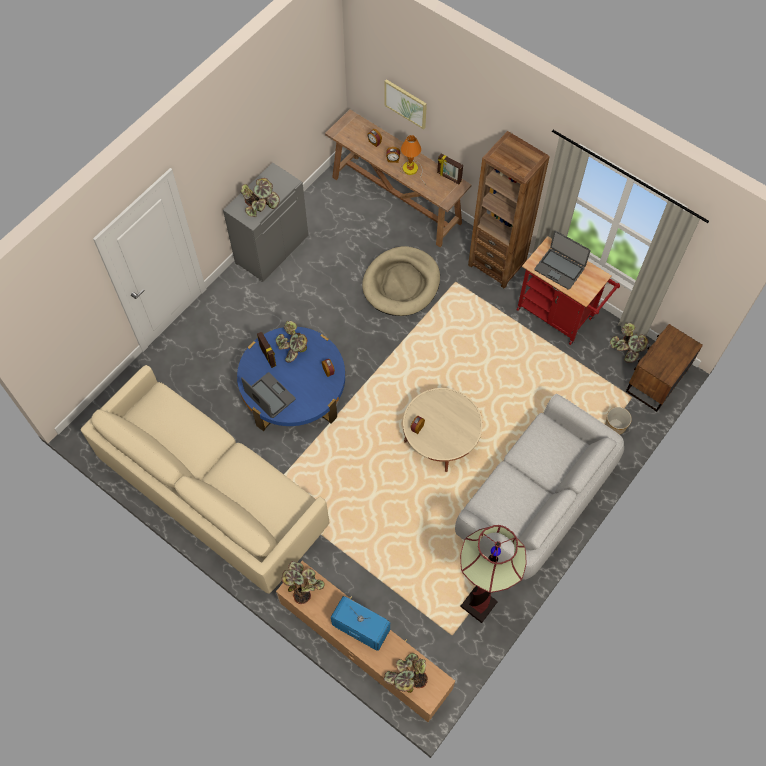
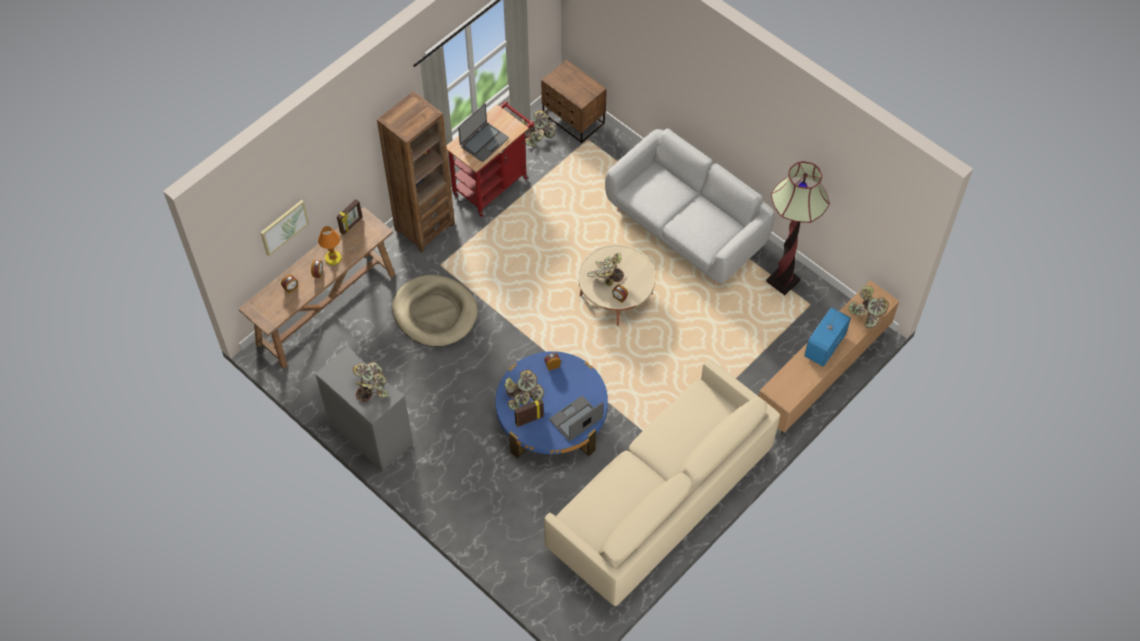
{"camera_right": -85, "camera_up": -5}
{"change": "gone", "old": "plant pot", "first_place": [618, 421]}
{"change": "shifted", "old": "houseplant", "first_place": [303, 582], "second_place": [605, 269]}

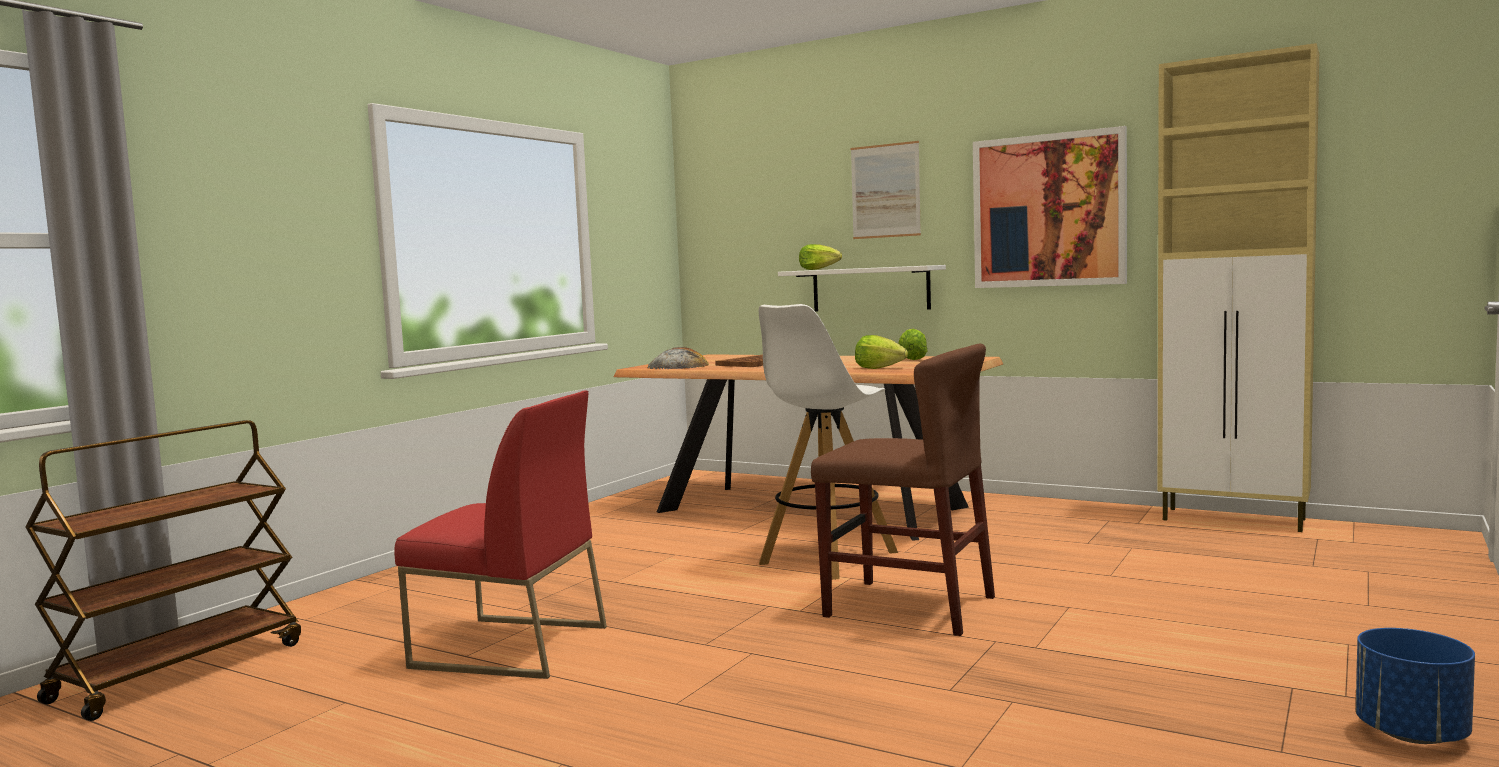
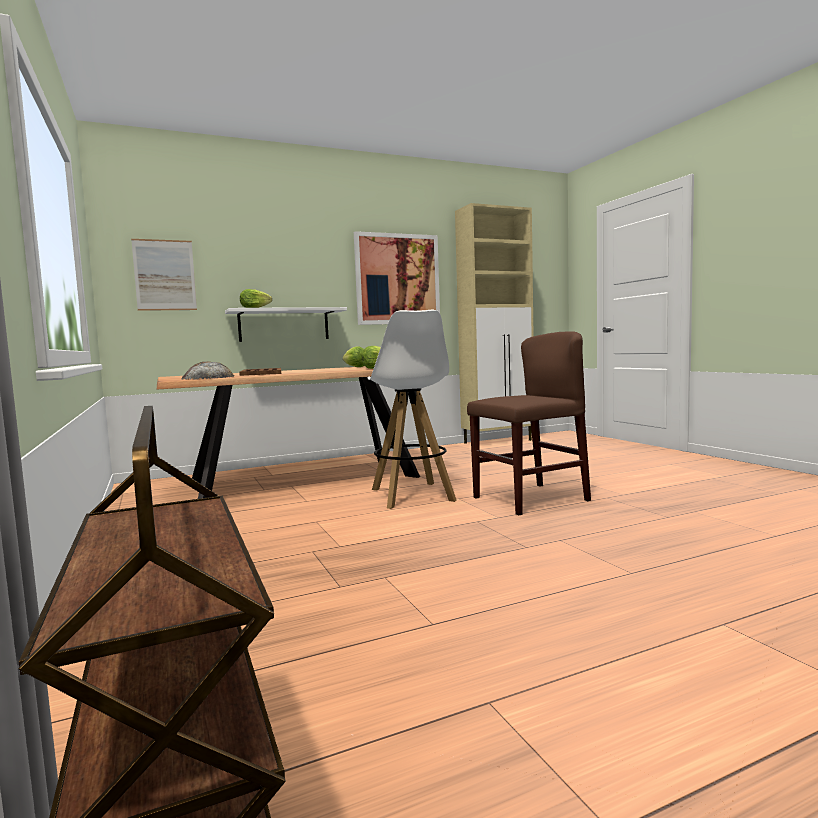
{"camera_right": -55, "camera_up": 0}
{"change": "gone", "old": "red-coloured chair", "first_place": [500, 534]}
{"change": "gone", "old": "bluish plant pot", "first_place": [1415, 686]}
{"change": "shifted", "old": "wall picture", "first_place": [886, 190], "second_place": [164, 275]}

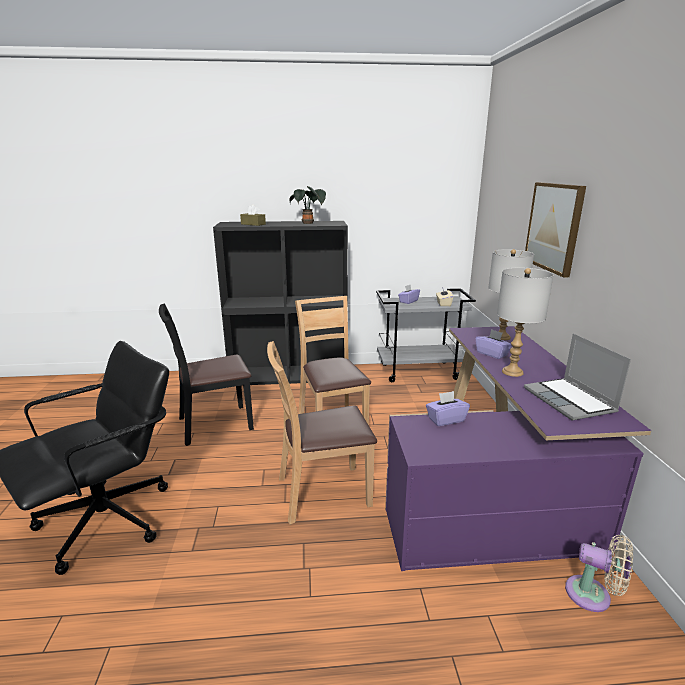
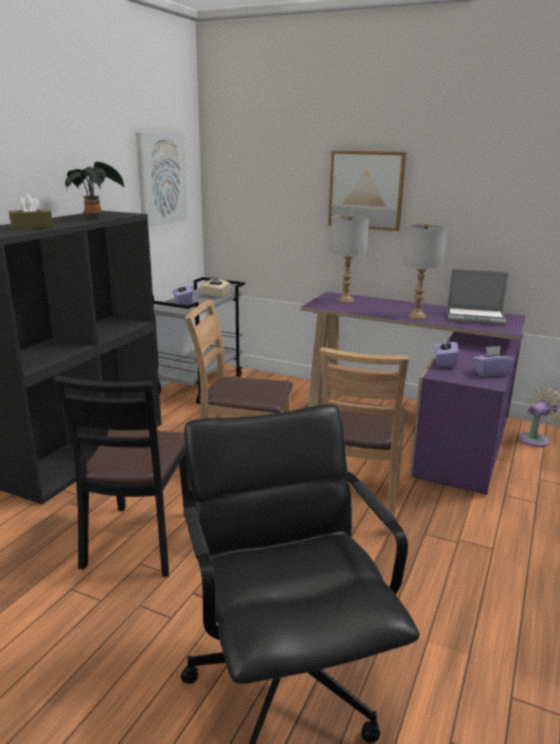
{"camera_right": -60, "camera_up": 0}
{"change": "new", "new": "wall picture", "second_place": [162, 180]}
{"change": "shifted", "old": "purple tissue holder", "first_place": [494, 344], "second_place": [493, 361]}

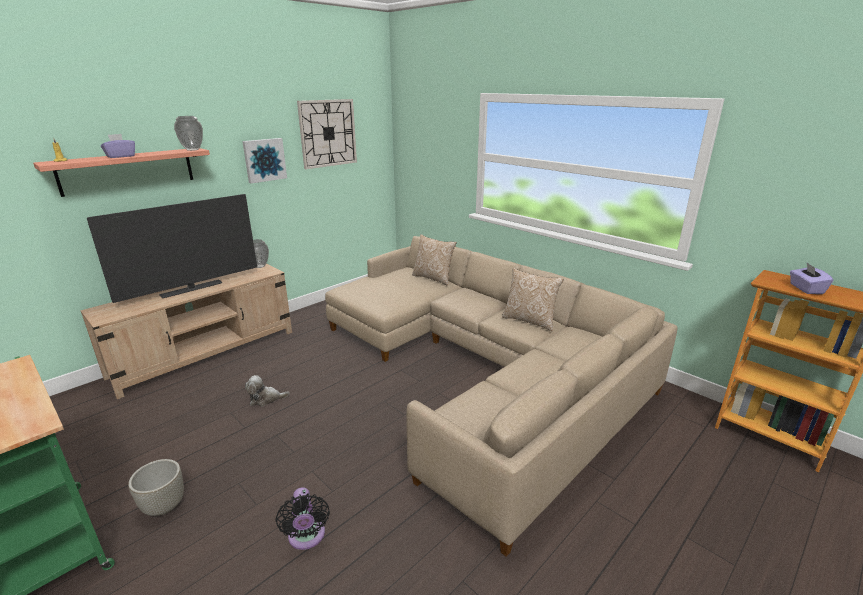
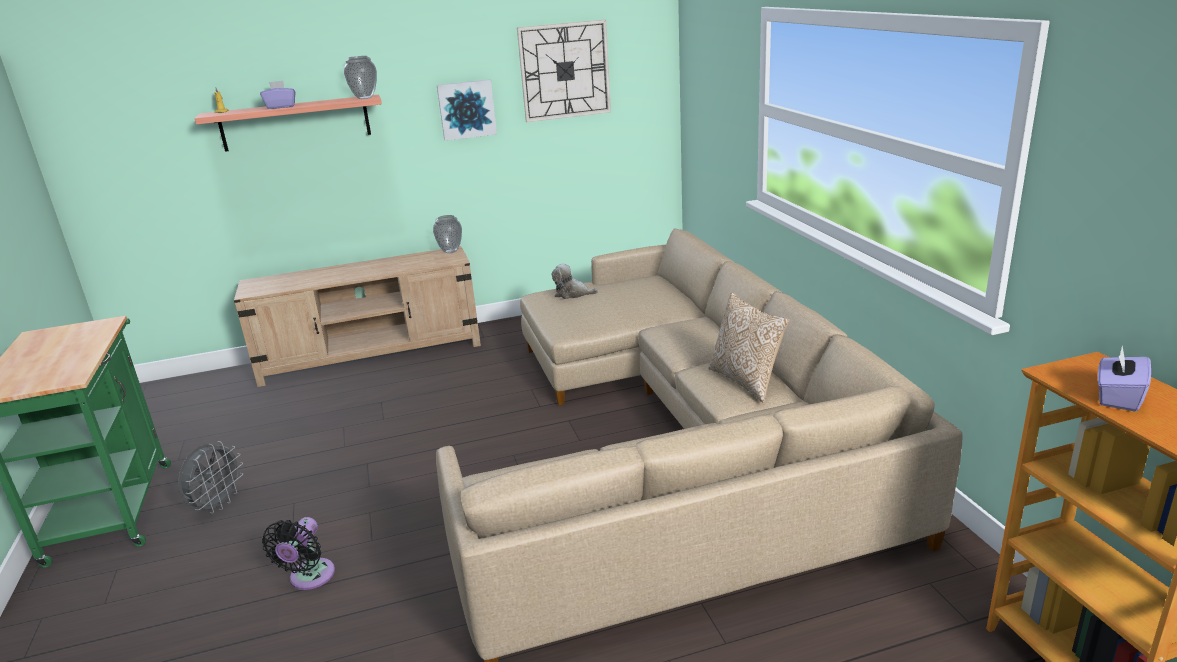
{"camera_right": 30, "camera_up": 0}
{"change": "gone", "old": "TV set", "first_place": [172, 248]}
{"change": "gone", "old": "throw pillow", "first_place": [434, 260]}
{"change": "shifted", "old": "cuddly toy", "first_place": [267, 391], "second_place": [575, 281]}
{"change": "swapped", "old": "greyish plant pot", "new": "greyish fan", "first_place": [156, 487], "second_place": [210, 477]}

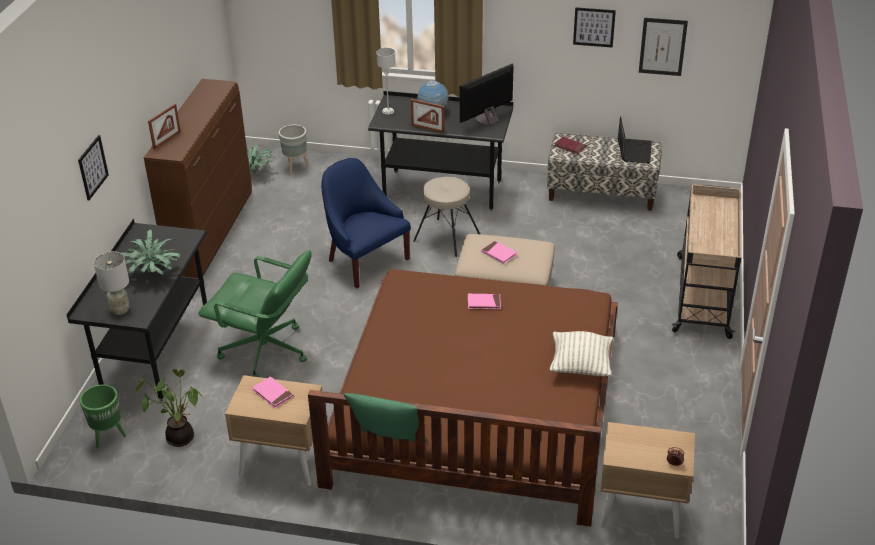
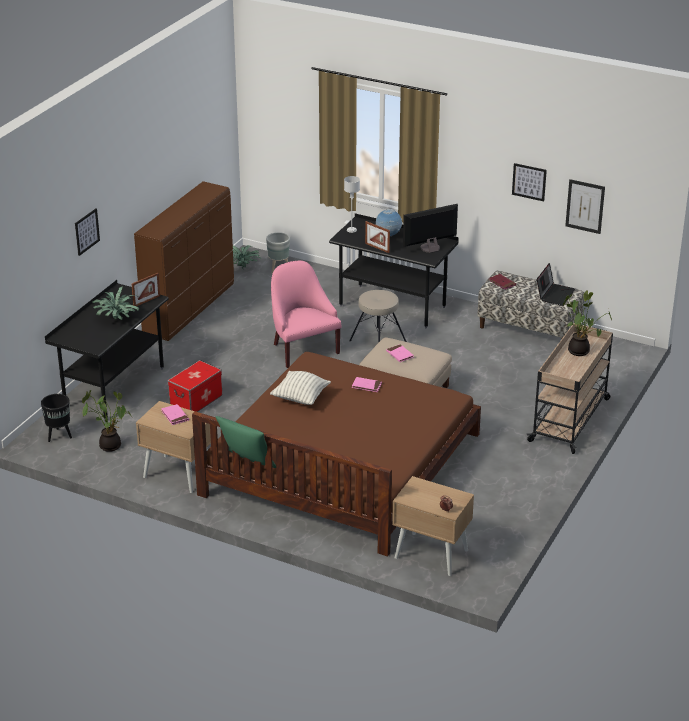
{"camera_right": 15, "camera_up": -5}
{"change": "gone", "old": "greyish lamp for a table", "first_place": [111, 283]}
{"change": "new", "new": "houseplant", "second_place": [587, 323]}
{"change": "shifted", "old": "standing frame", "first_place": [164, 126], "second_place": [146, 289]}
{"change": "shifted", "old": "throw pillow", "first_place": [581, 353], "second_place": [300, 388]}
{"change": "swapped", "old": "green desk chair", "new": "storage box", "first_place": [255, 313], "second_place": [195, 386]}
{"change": "repainted", "old": "green plant pot", "new": "black-coloured plant pot", "first_place": [102, 416], "second_place": [56, 418]}
{"change": "repainted", "old": "bluish armchair", "new": "pink-coloured armchair", "first_place": [366, 223], "second_place": [306, 314]}

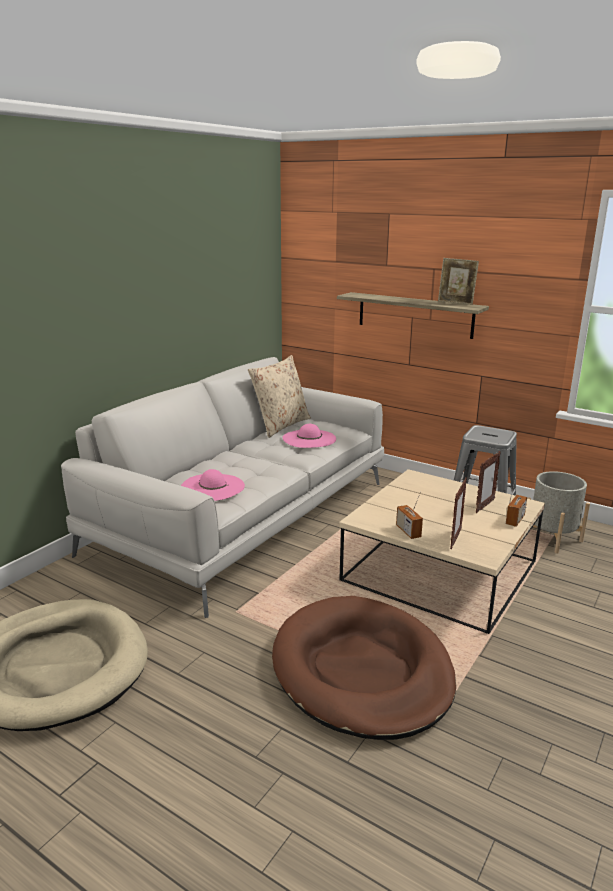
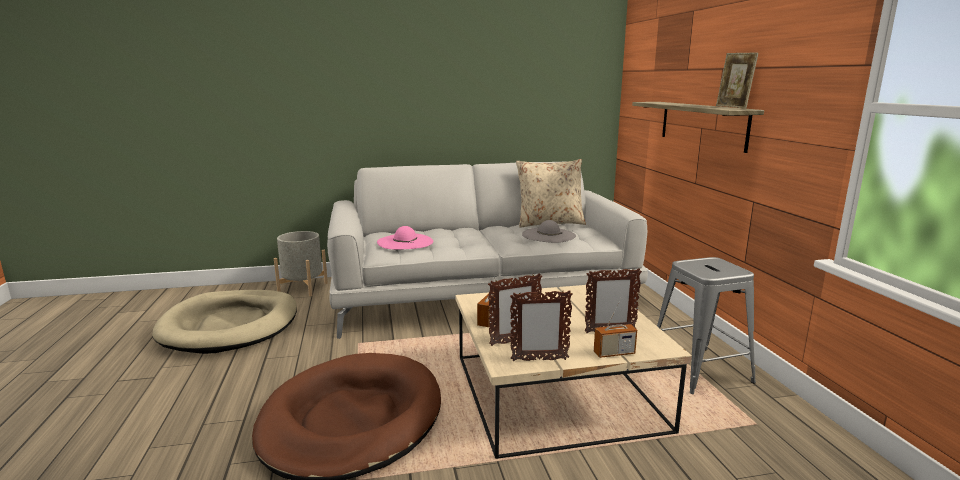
{"camera_right": 45, "camera_up": -5}
{"change": "new", "new": "standing frame", "second_place": [541, 325]}
{"change": "shifted", "old": "greyish plant pot", "first_place": [558, 512], "second_place": [301, 263]}
{"change": "repainted", "old": "pink-coloured hat", "new": "greyish hat", "first_place": [309, 436], "second_place": [549, 231]}

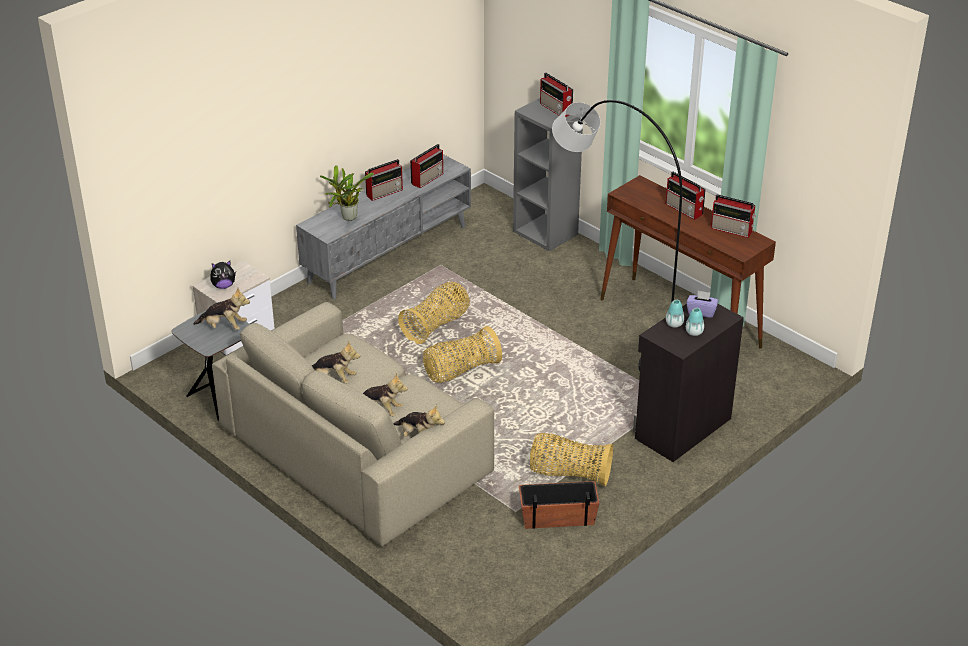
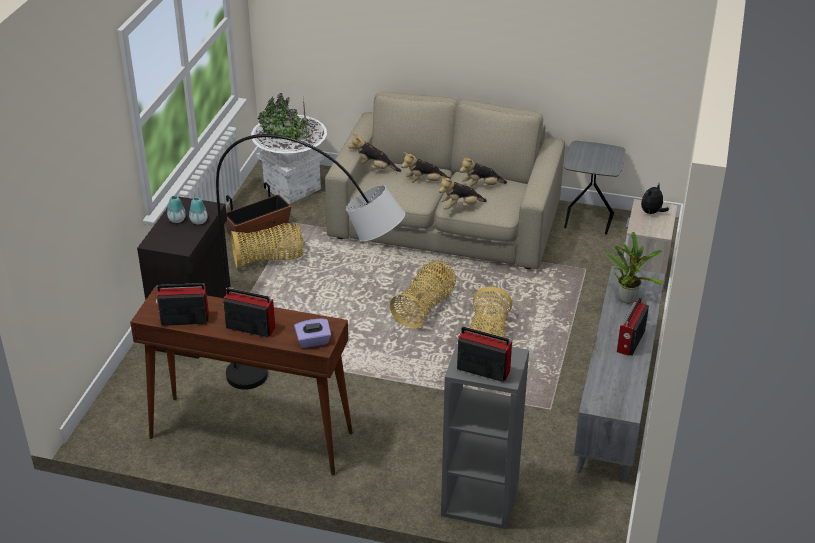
{"camera_right": 150, "camera_up": 0}
{"change": "gone", "old": "radio receiver", "first_place": [426, 166]}
{"change": "new", "new": "white-coloured plant pot", "second_place": [289, 148]}
{"change": "shifted", "old": "cuddly toy", "first_place": [221, 309], "second_place": [463, 193]}
{"change": "shifted", "old": "purple tissue holder", "first_place": [702, 304], "second_place": [312, 333]}

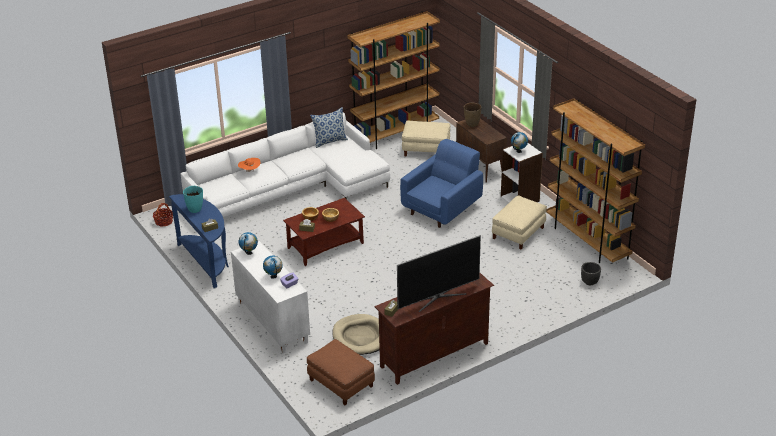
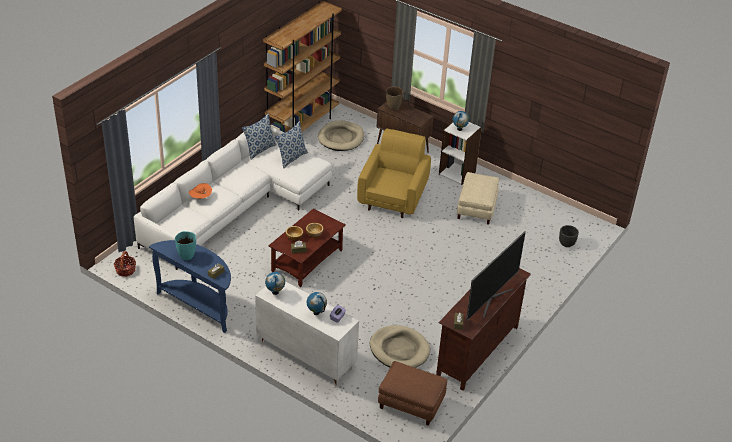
{"camera_right": -25, "camera_up": 5}
{"change": "gone", "old": "brown-coloured bookcase", "first_place": [595, 180]}
{"change": "new", "new": "throw pillow", "second_place": [291, 144]}
{"change": "swapped", "old": "sand-coloured pouffe", "new": "sand-coloured dog bed", "first_place": [426, 138], "second_place": [341, 136]}
{"change": "repainted", "old": "bluish armchair", "new": "yellowish armchair", "first_place": [441, 183], "second_place": [394, 173]}

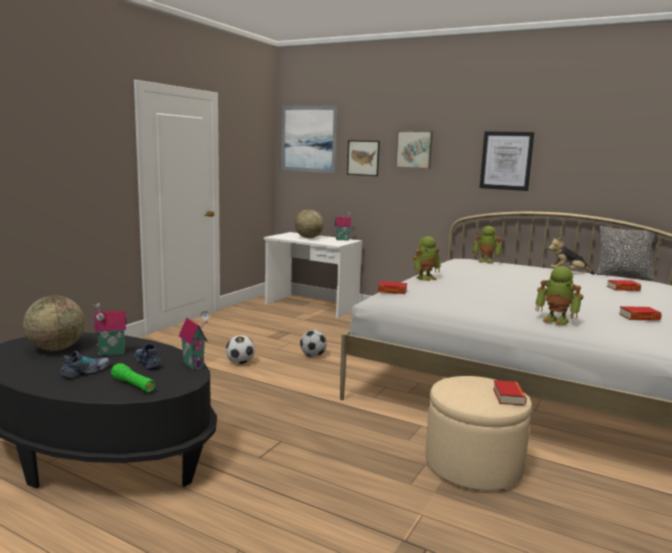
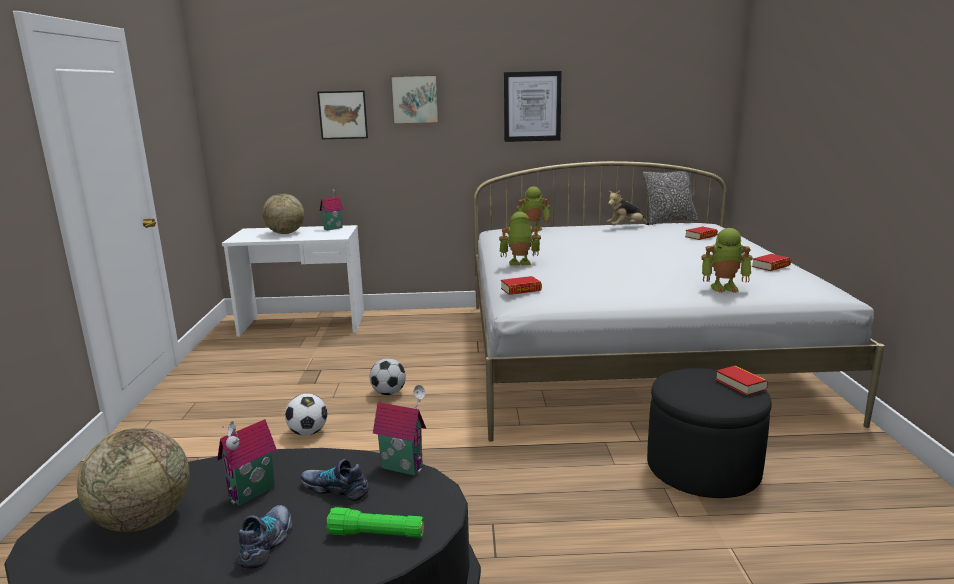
{"camera_right": -30, "camera_up": 5}
{"change": "gone", "old": "wall picture", "first_place": [309, 139]}
{"change": "repainted", "old": "sand-coloured pouffe", "new": "black-coloured pouffe", "first_place": [478, 433], "second_place": [709, 433]}
{"change": "rotated", "old": "toy robot", "first_place": [427, 258], "second_place": [520, 239], "degrees": -120}

